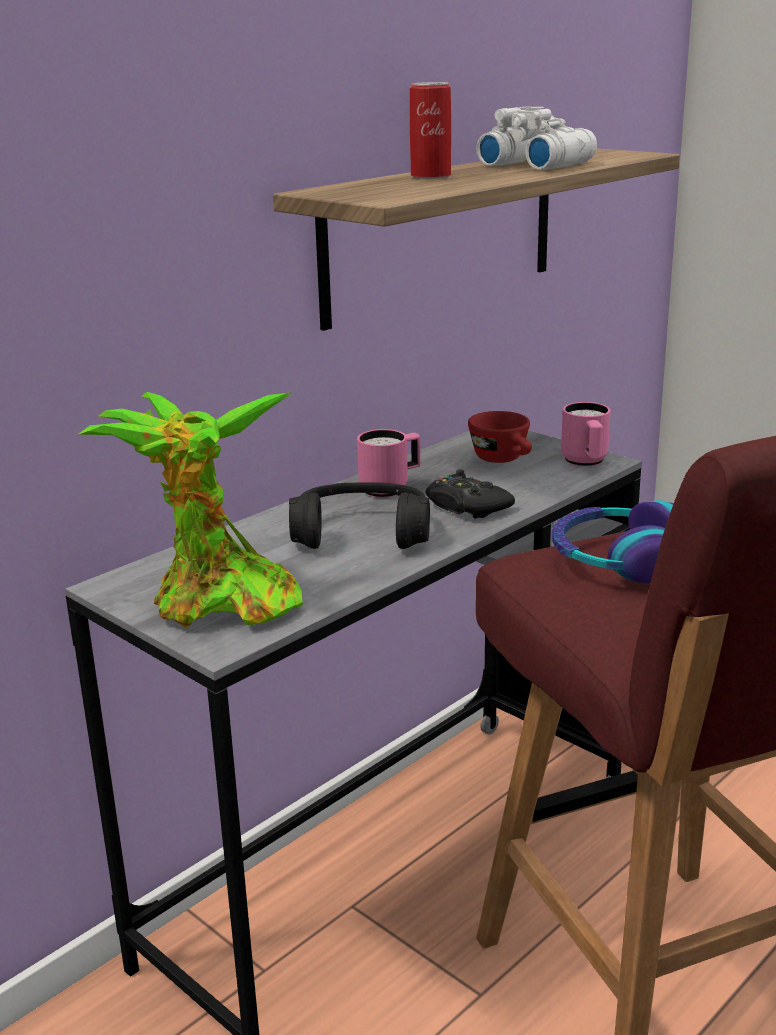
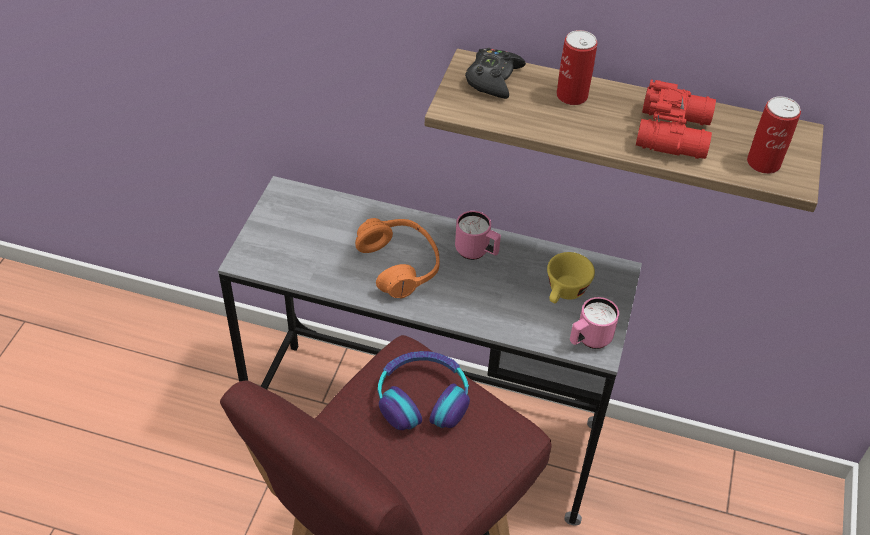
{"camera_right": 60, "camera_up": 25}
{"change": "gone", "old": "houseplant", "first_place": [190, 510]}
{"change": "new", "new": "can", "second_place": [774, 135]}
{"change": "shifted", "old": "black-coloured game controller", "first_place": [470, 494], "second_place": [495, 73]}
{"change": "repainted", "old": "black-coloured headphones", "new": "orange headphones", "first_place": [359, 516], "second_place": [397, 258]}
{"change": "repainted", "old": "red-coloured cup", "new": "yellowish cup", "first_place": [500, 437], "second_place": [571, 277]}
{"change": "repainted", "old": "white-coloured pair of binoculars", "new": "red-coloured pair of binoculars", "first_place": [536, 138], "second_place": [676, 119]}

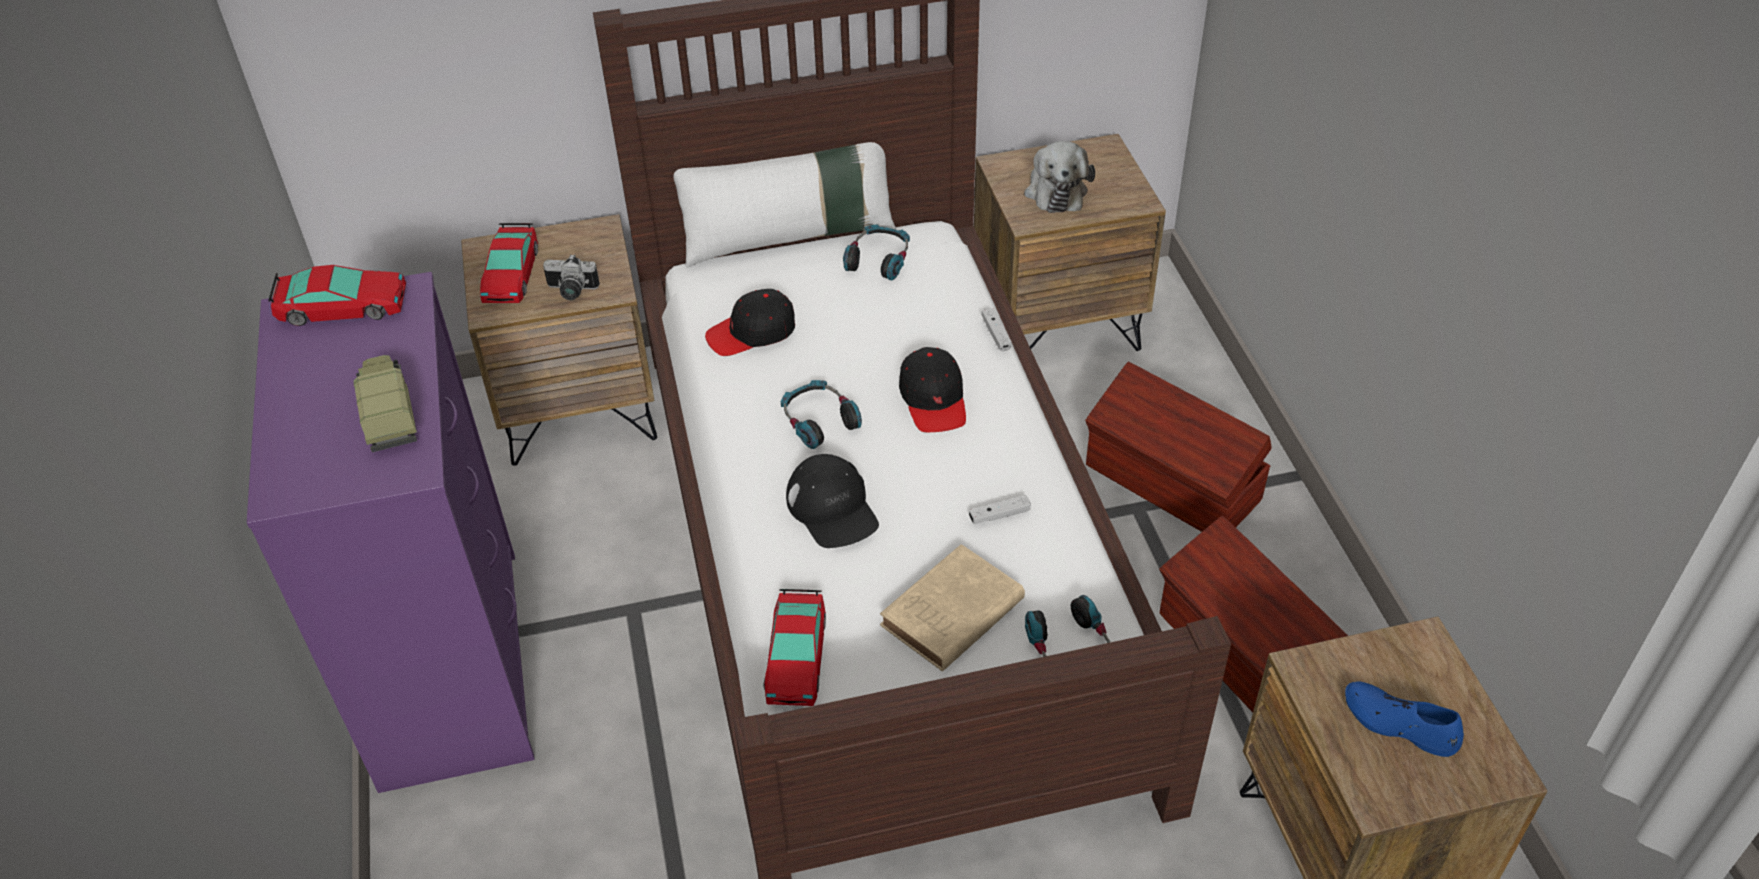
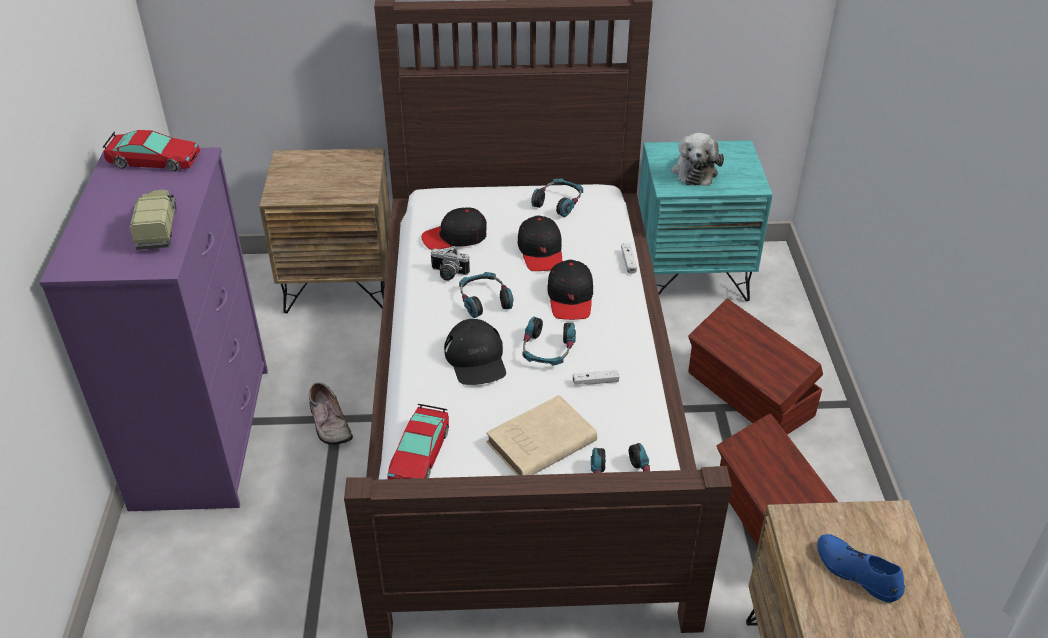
{"camera_right": 10, "camera_up": -5}
{"change": "gone", "old": "model car", "first_place": [509, 263]}
{"change": "gone", "old": "white-coloured throw pillow", "first_place": [785, 205]}
{"change": "new", "new": "item of footwear", "second_place": [331, 413]}
{"change": "new", "new": "black-coloured peaked cap", "second_place": [539, 243]}
{"change": "new", "new": "headphones", "second_place": [549, 341]}
{"change": "shifted", "old": "still camera", "first_place": [571, 277], "second_place": [450, 264]}
{"change": "repainted", "old": "brown-coloured bedside table", "new": "turquoise bedside table", "first_place": [1070, 242], "second_place": [706, 220]}

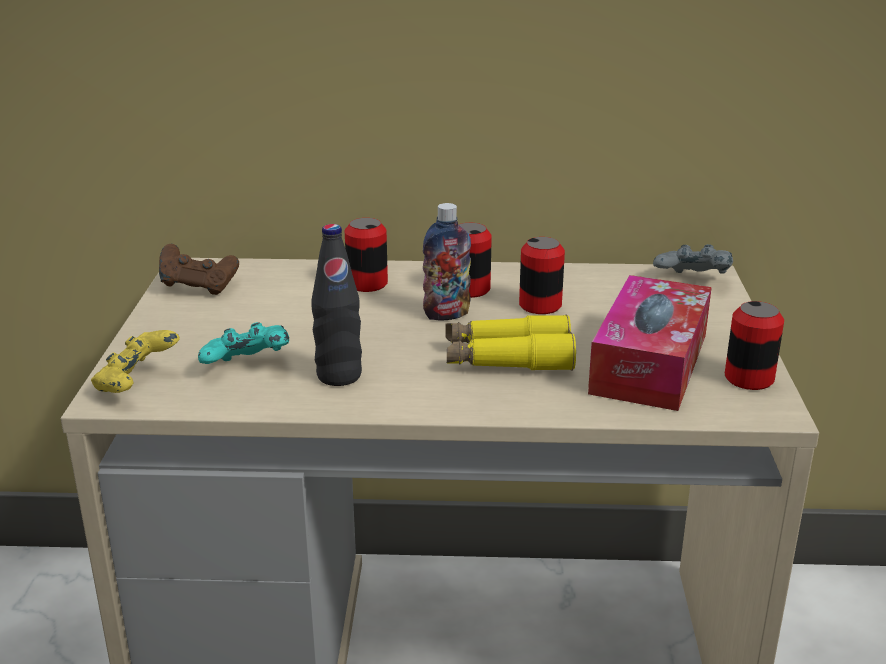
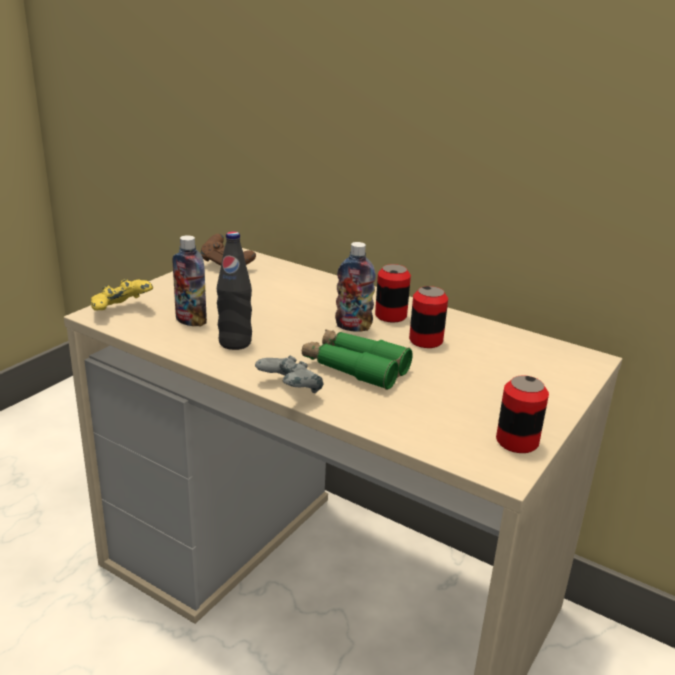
{"camera_right": 30, "camera_up": 0}
{"change": "gone", "old": "can", "first_place": [366, 255]}
{"change": "gone", "old": "tissue holder", "first_place": [650, 343]}
{"change": "shifted", "old": "greyish game controller", "first_place": [693, 259], "second_place": [289, 374]}
{"change": "swapped", "old": "turquoise game controller", "new": "beverage bottle", "first_place": [243, 343], "second_place": [189, 281]}
{"change": "repainted", "old": "yellowish pair of binoculars", "new": "green pair of binoculars", "first_place": [511, 343], "second_place": [357, 359]}

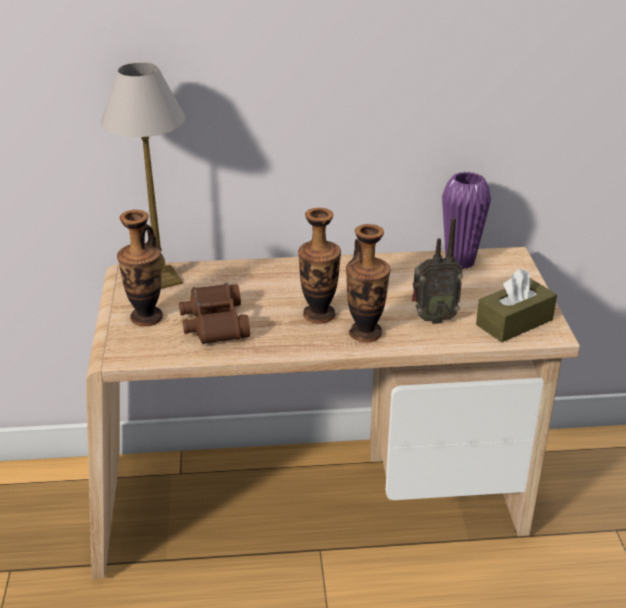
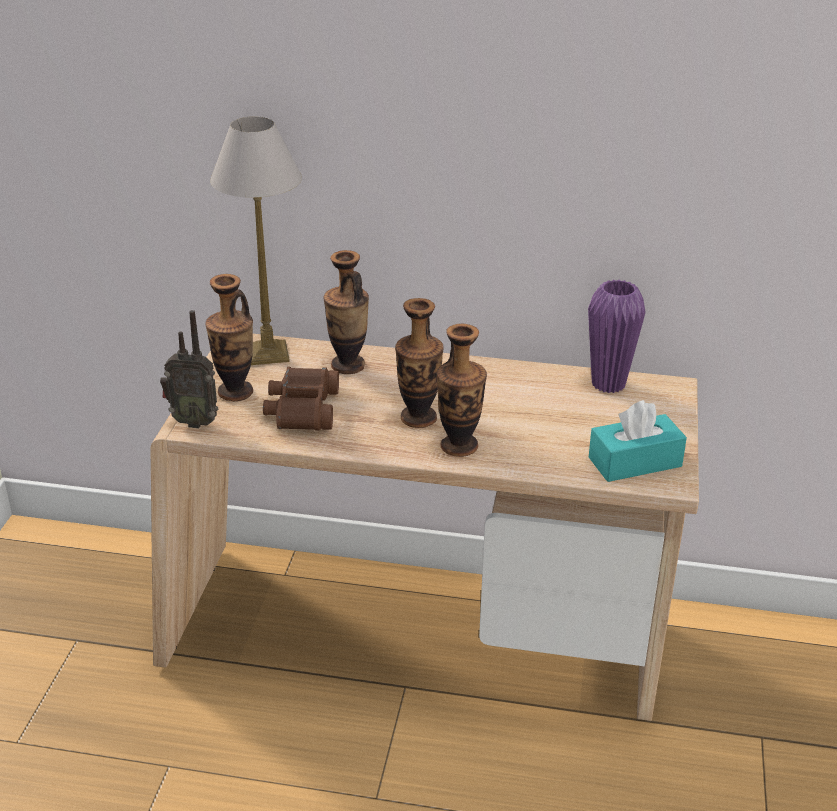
{"camera_right": 15, "camera_up": 0}
{"change": "new", "new": "flower vase", "second_place": [346, 312]}
{"change": "shifted", "old": "radio receiver", "first_place": [437, 270], "second_place": [189, 369]}
{"change": "repainted", "old": "brown-coloured tissue holder", "new": "turquoise tissue holder", "first_place": [516, 305], "second_place": [638, 441]}

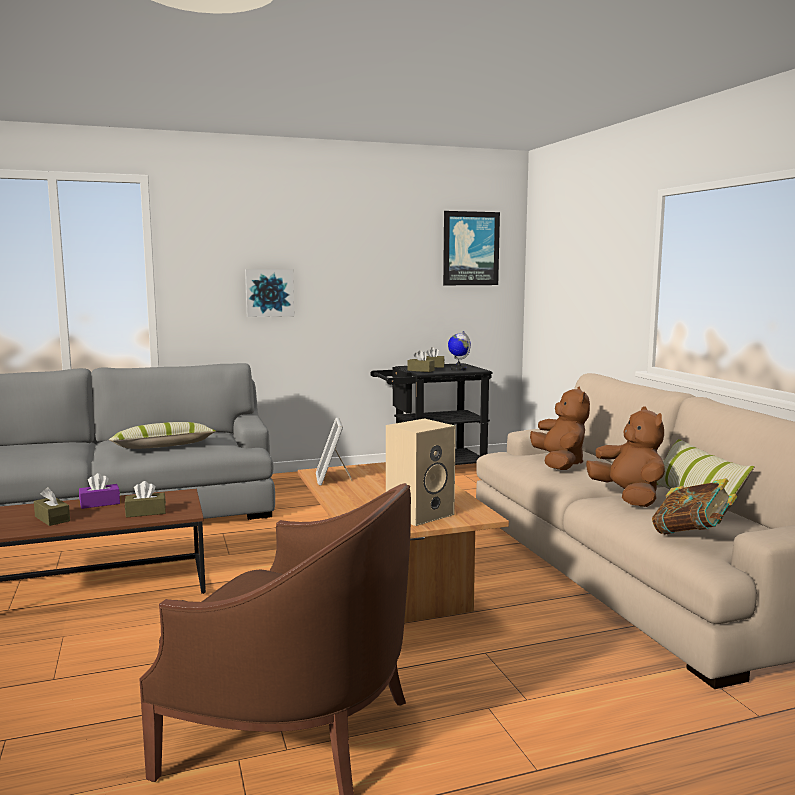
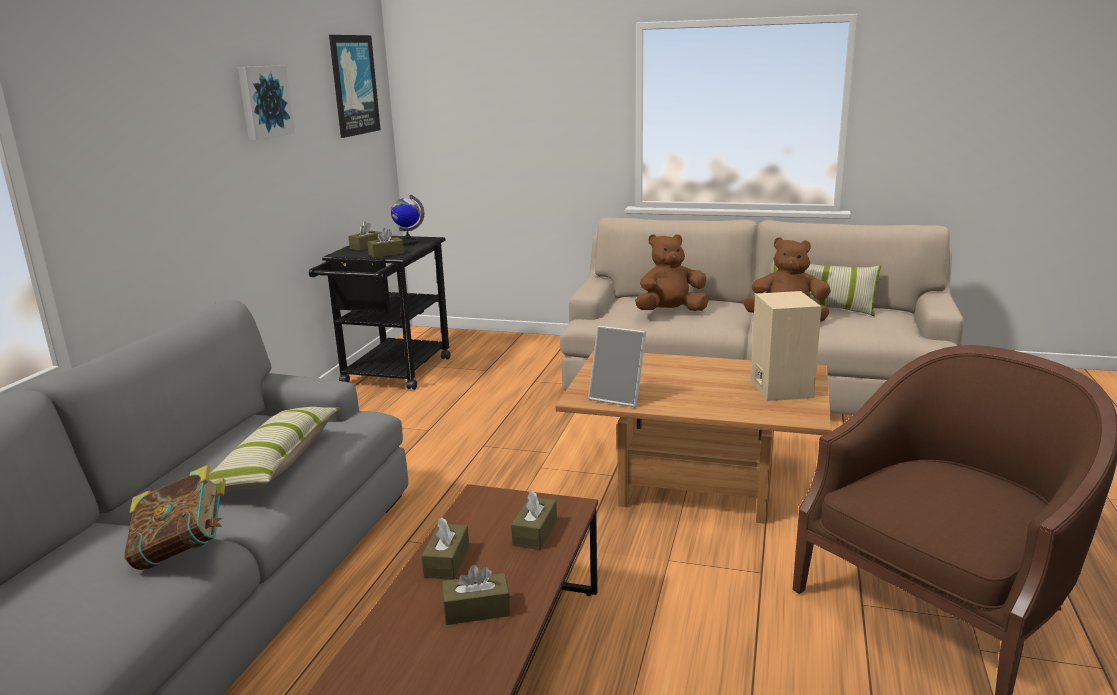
{"camera_right": -55, "camera_up": 10}
{"change": "shifted", "old": "wall picture", "first_place": [269, 293], "second_place": [266, 102]}
{"change": "shifted", "old": "bound book", "first_place": [694, 506], "second_place": [175, 517]}
{"change": "repainted", "old": "purple tissue holder", "new": "brown-coloured tissue holder", "first_place": [99, 491], "second_place": [445, 549]}
{"change": "rotated", "old": "brown-coloured cuddly toy", "first_place": [560, 428], "second_place": [671, 272], "degrees": -45}

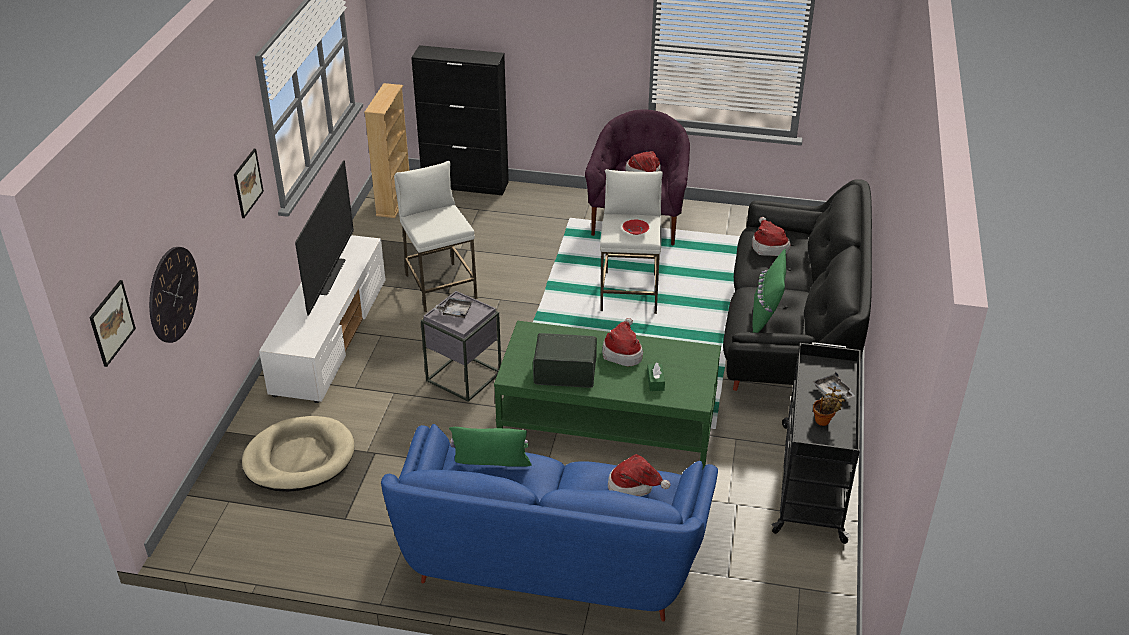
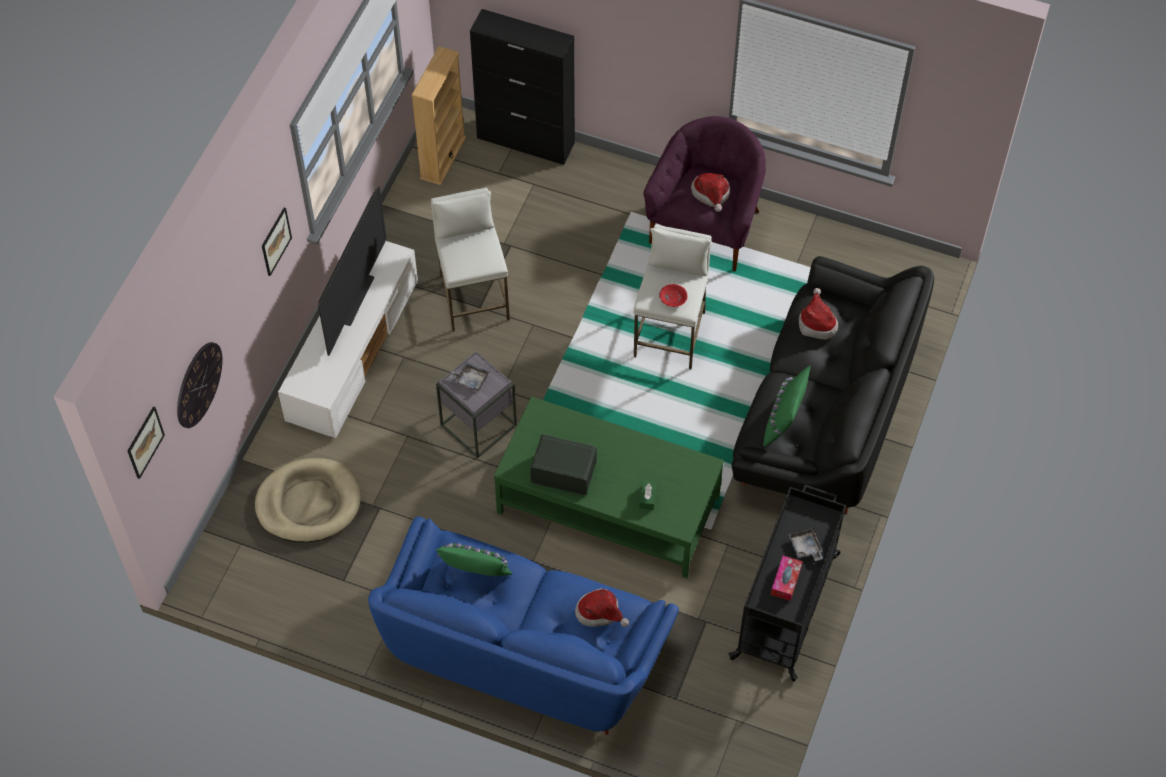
{"camera_right": 10, "camera_up": 20}
{"change": "gone", "old": "hat", "first_place": [622, 342]}
{"change": "swapped", "old": "houseplant", "new": "tissue holder", "first_place": [829, 406], "second_place": [787, 578]}

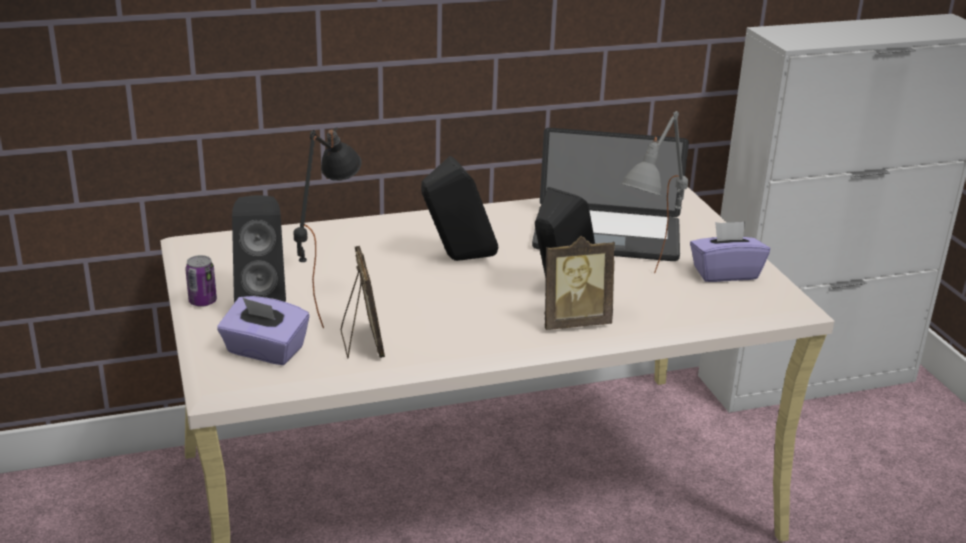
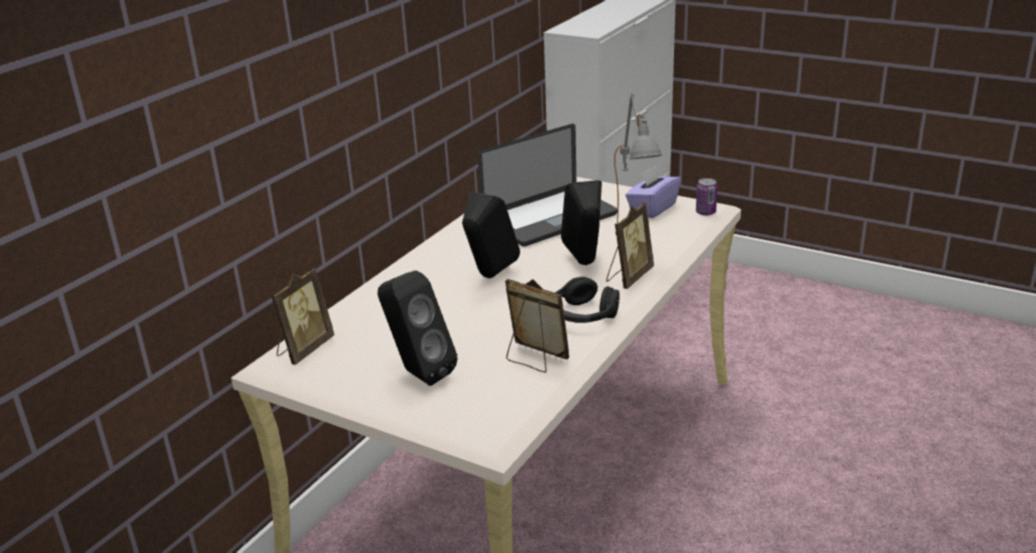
{"camera_right": -40, "camera_up": 0}
{"change": "gone", "old": "purple tissue holder", "first_place": [263, 330]}
{"change": "gone", "old": "black-coloured lamp for a table", "first_place": [327, 227]}
{"change": "new", "new": "standing frame", "second_place": [302, 316]}
{"change": "new", "new": "black-coloured headphones", "second_place": [587, 300]}
{"change": "shifted", "old": "can", "first_place": [201, 281], "second_place": [706, 197]}

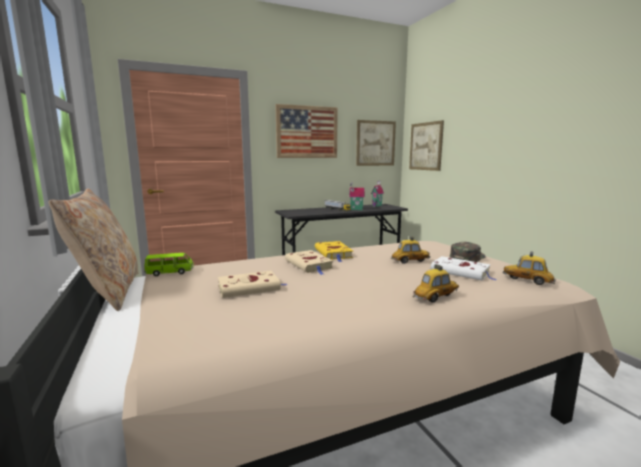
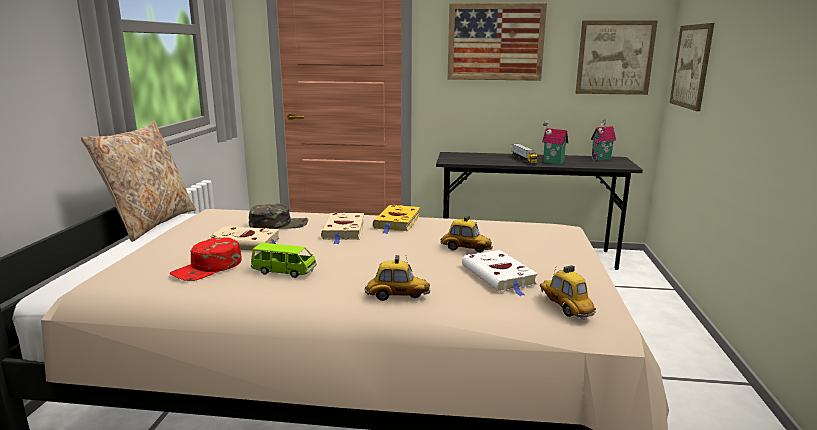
{"camera_right": 30, "camera_up": 5}
{"change": "new", "new": "red-coloured peaked cap", "second_place": [206, 259]}
{"change": "shifted", "old": "green model car", "first_place": [169, 264], "second_place": [284, 260]}
{"change": "shifted", "old": "green peaked cap", "first_place": [468, 252], "second_place": [278, 216]}

